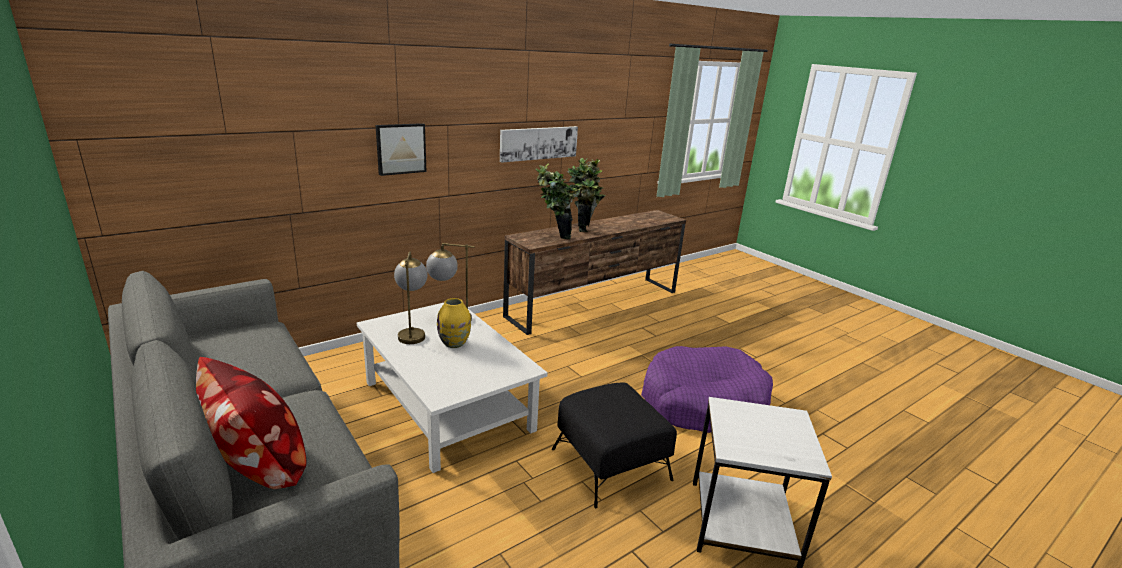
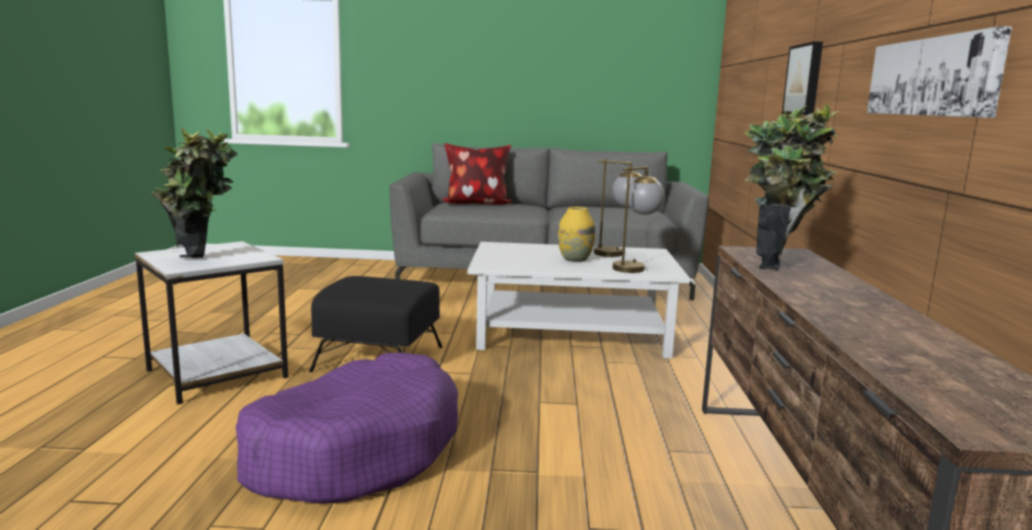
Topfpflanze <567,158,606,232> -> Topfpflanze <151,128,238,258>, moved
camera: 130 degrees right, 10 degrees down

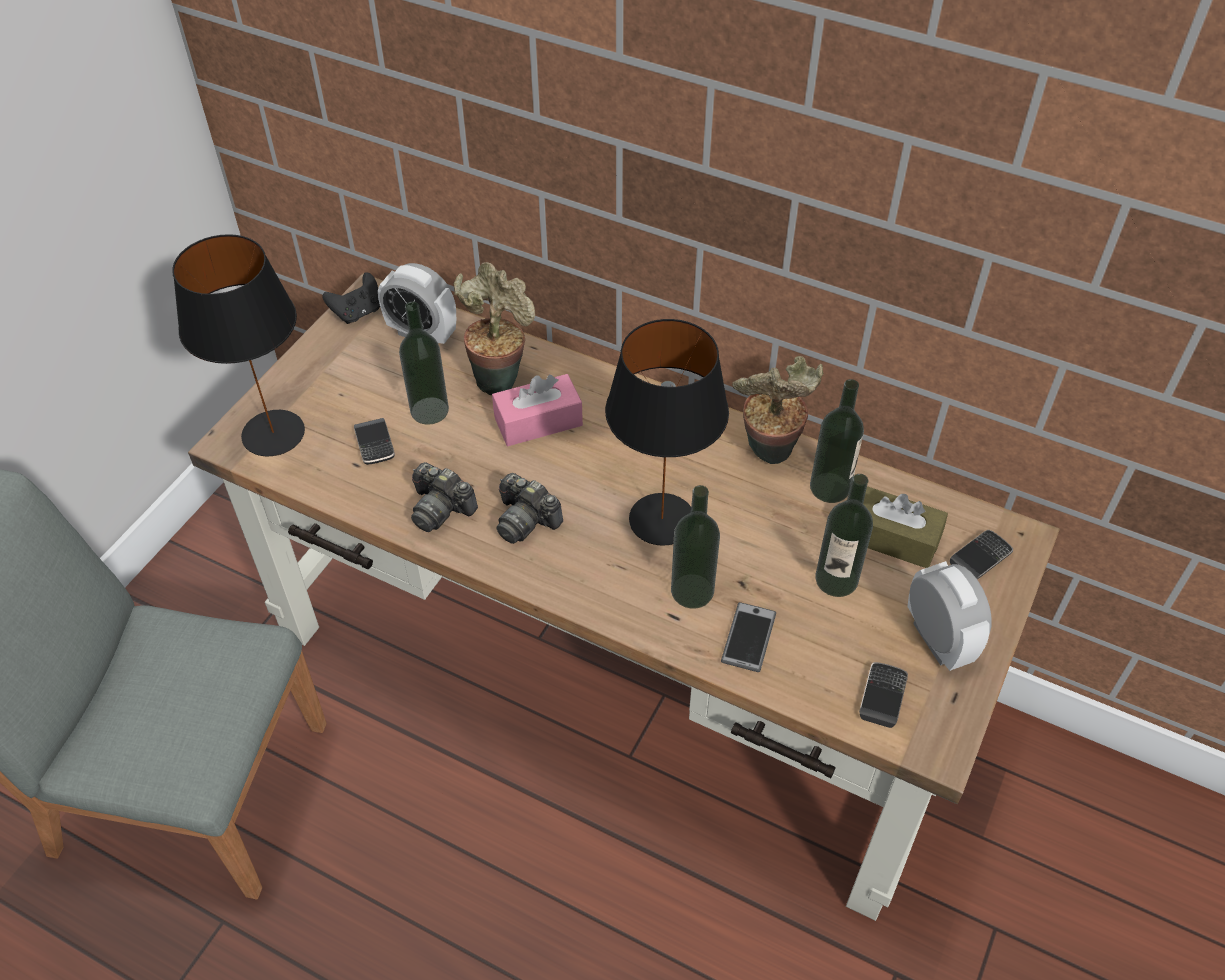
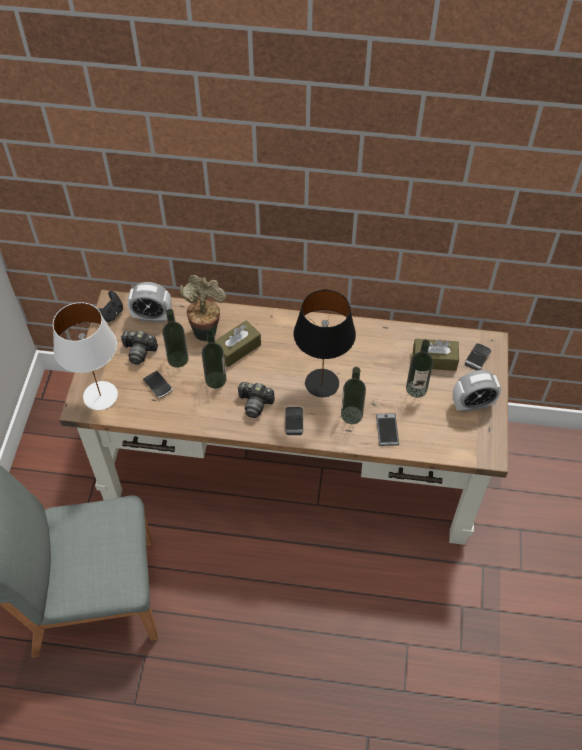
Topfpflanze <732,356,824,464> -> none
Kamera <411,462,478,532> -> Kamera <121,331,158,365>, moved
Flasche <810,379,864,503> -> Flasche <202,330,226,389>, moved
Handy <859,662,908,728> -> Handy <285,406,303,435>, moved
Tischlampe [schwarz] <172,234,305,456> -> Tischlampe [weiß] <53,302,118,410>
Taschentuchbox [rosa] <492,374,583,446> -> Taschentuchbox [braun] <215,320,261,367>
Wecker <907,561,992,671> -> Wecker <453,370,501,412>, 120 degrees clockwise
camera: 20 degrees left, 5 degrees up

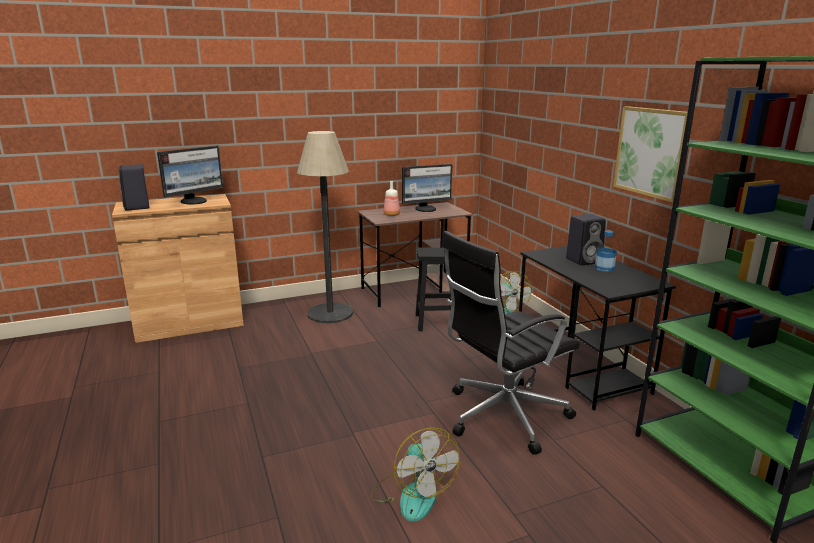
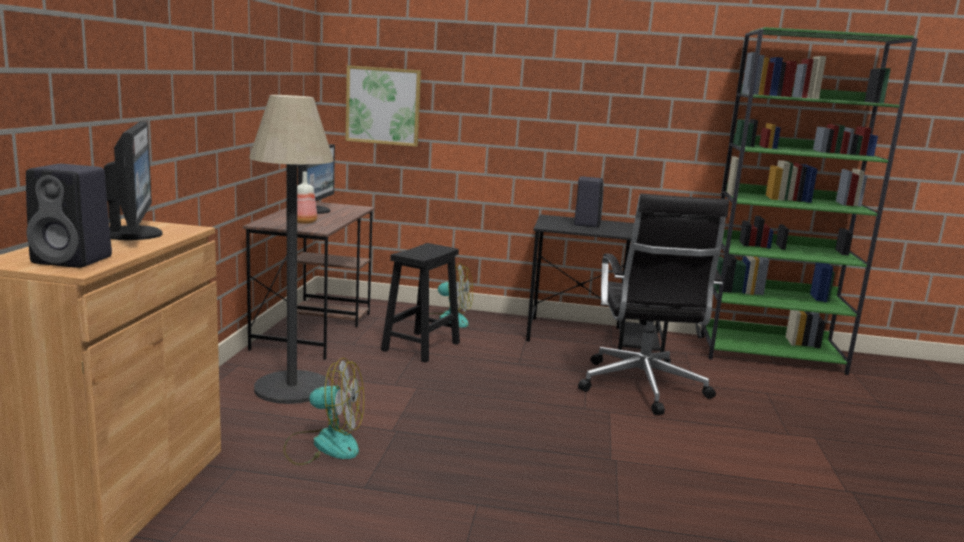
Flasche <595,230,617,272> -> none
Ventilator <371,428,460,522> -> Ventilator <283,358,364,465>, moved
Bild <613,106,688,203> -> Bild <345,65,421,147>, moved
camera: 60 degrees left, 5 degrees down

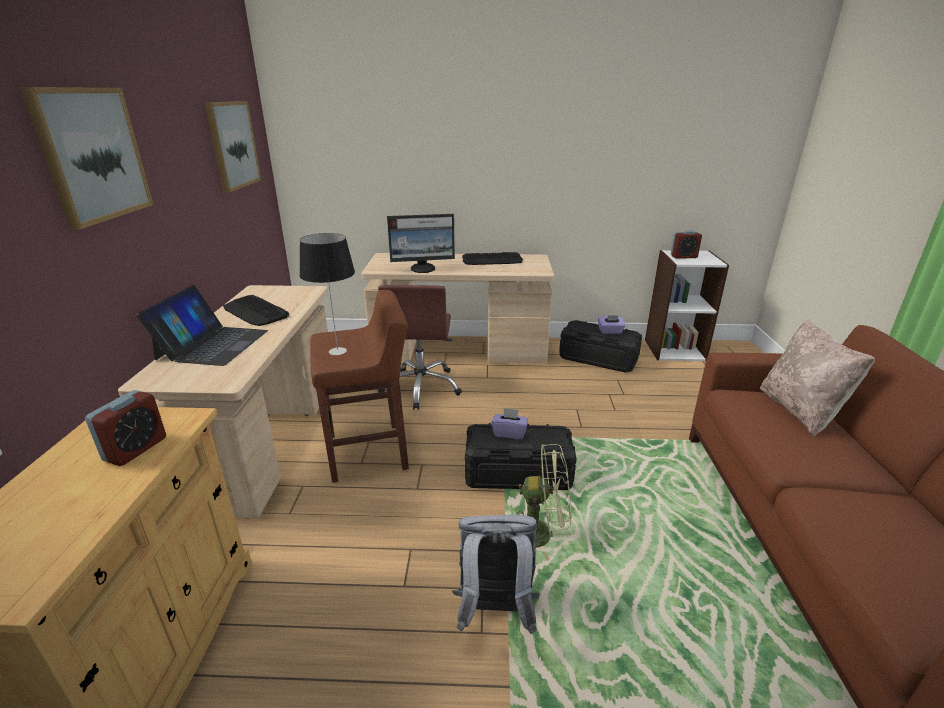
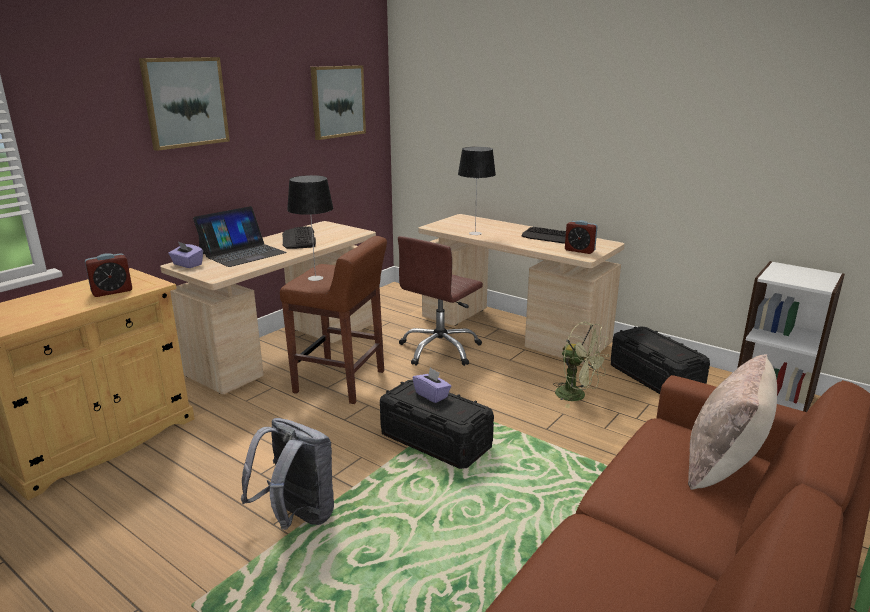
Ventilator [grün] <516,444,572,561> -> Ventilator [grün] <553,322,609,408>, moved
Taschentuchbox [lila] <598,315,625,334> -> Taschentuchbox [lila] <168,241,203,268>, moved
Wecker <671,230,702,259> -> Wecker <565,220,598,254>, moved
Monitor <387,214,455,273> -> Tischlampe <458,147,496,235>
camera: 35 degrees right, 5 degrees down

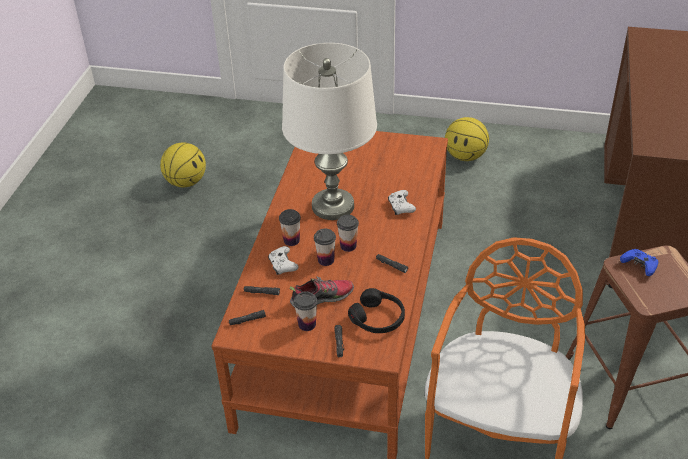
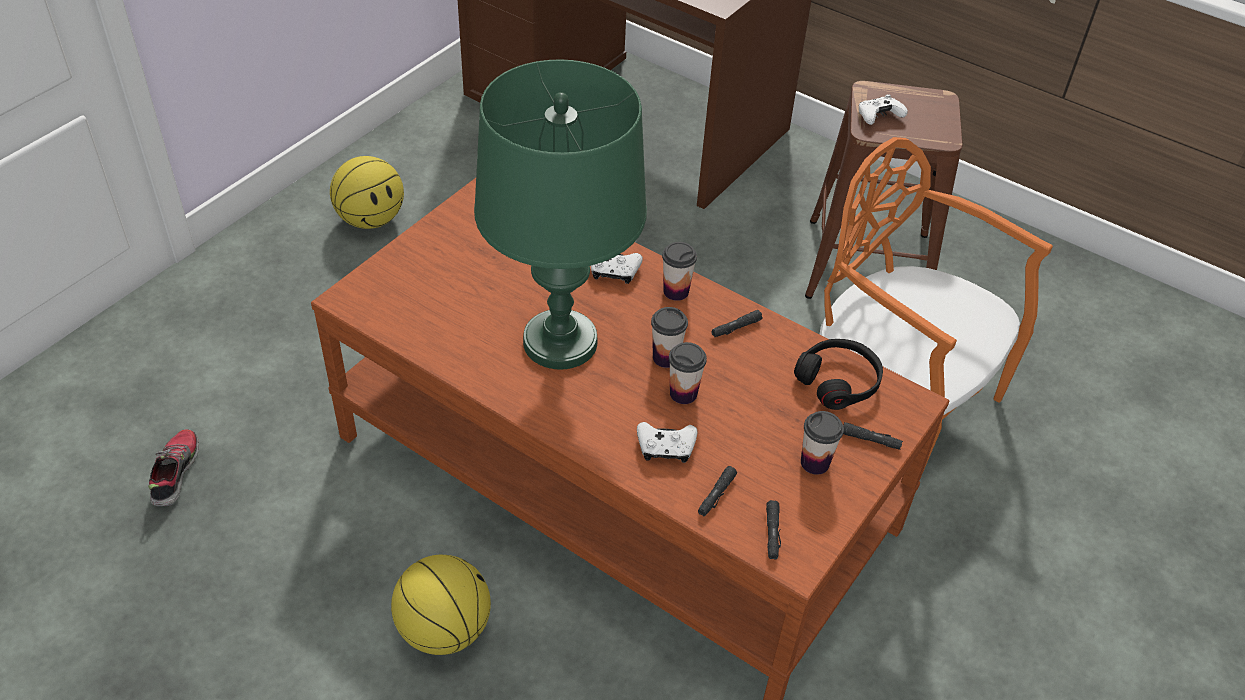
Basketball <160,142,206,187> -> Basketball <391,555,491,655>, moved
Tasse <279,209,301,246> -> Tasse <662,242,697,301>, moved
Schuh <290,276,354,308> -> Schuh <148,429,199,506>, moved
Tischlampe [weiß] <282,43,377,220> -> Tischlampe [grün] <474,59,647,370>
Gamepad [blau] <620,249,659,276> -> Gamepad [weiß] <859,94,908,125>
camera: 70 degrees left, 5 degrees up

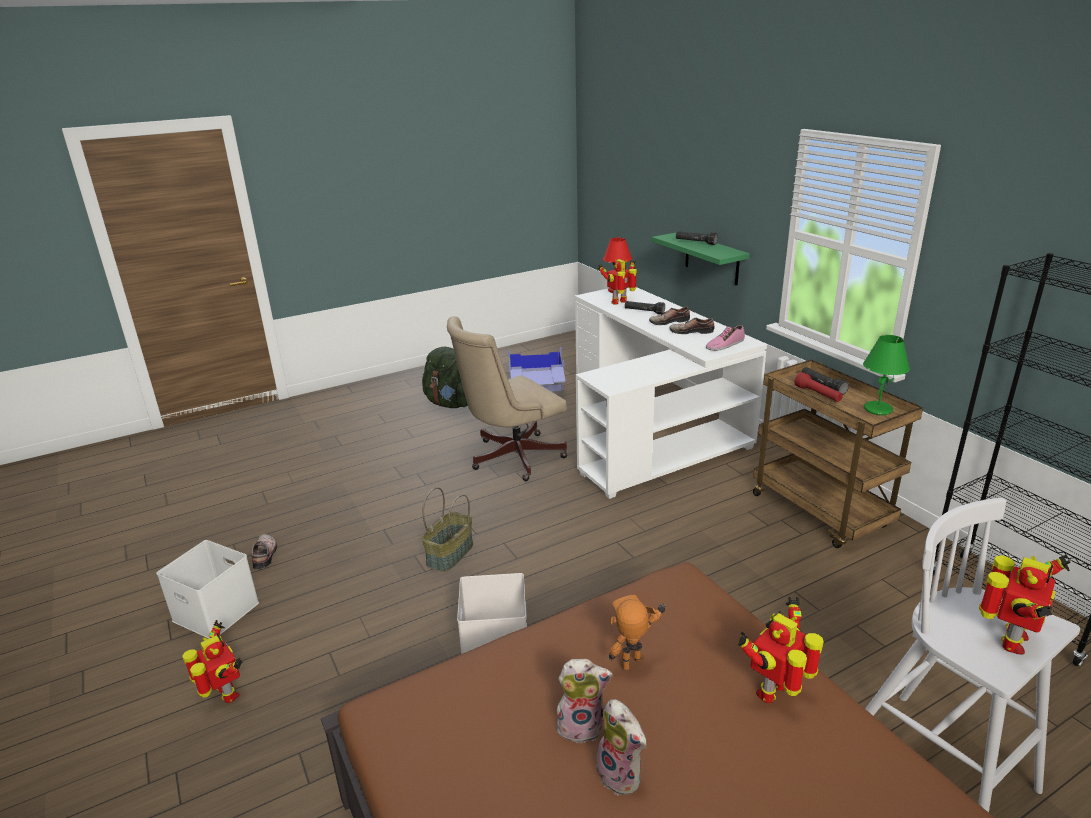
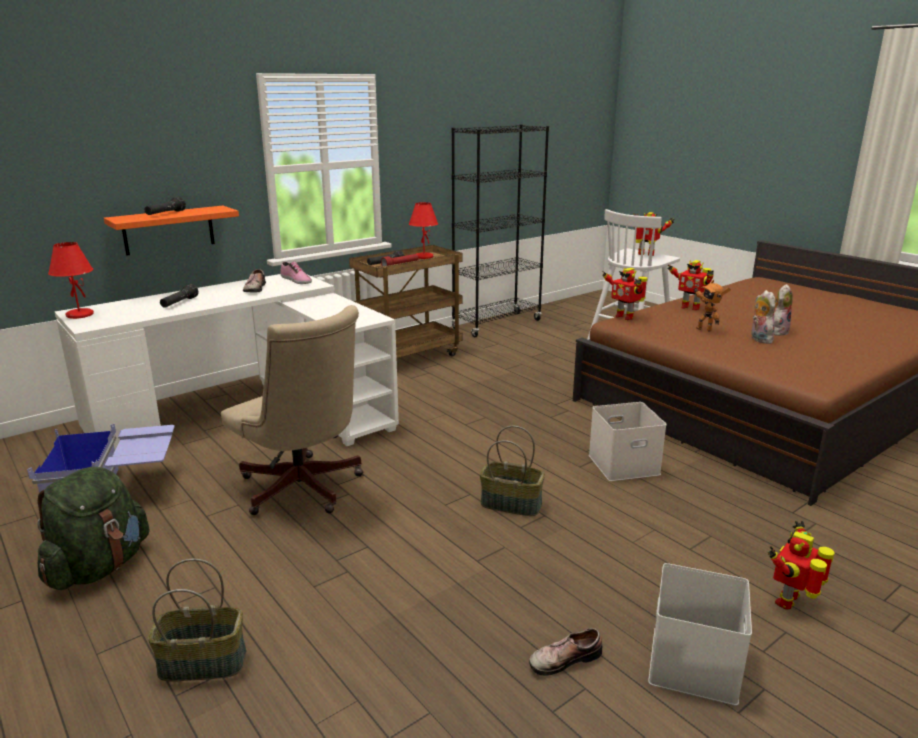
Schuh <649,307,690,325> -> none
none -> Korb <148,559,246,681>
Spielzeugroboter <598,259,637,305> -> Spielzeugroboter <602,268,647,320>, moved
Wandregal [grün] <652,233,750,285> -> Wandregal [orange] <104,206,239,256>
Tischlampe [grün] <863,335,910,415> -> Tischlampe [rot] <409,202,438,259>
camera: 100 degrees left, 5 degrees down

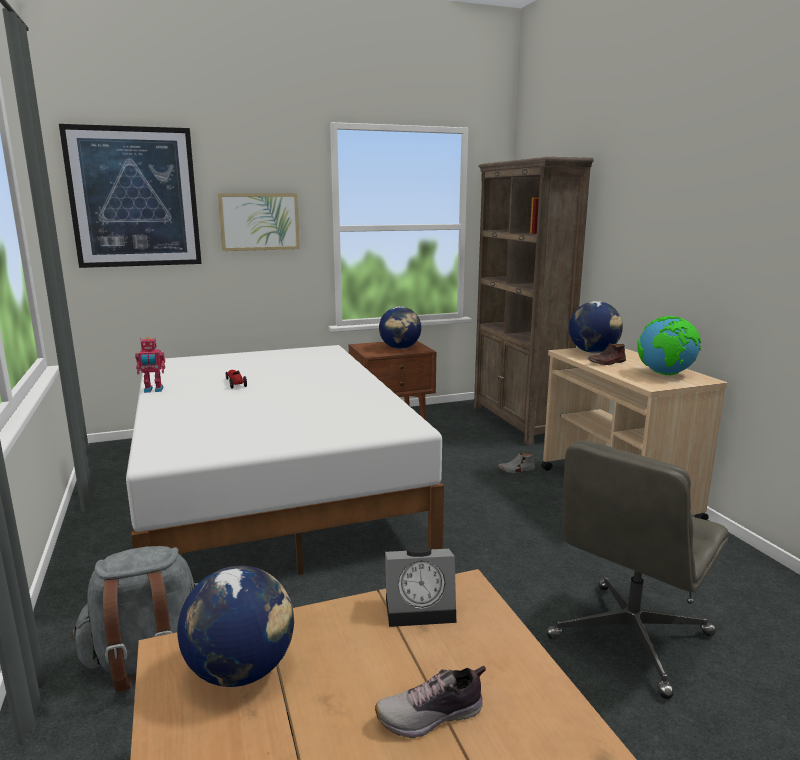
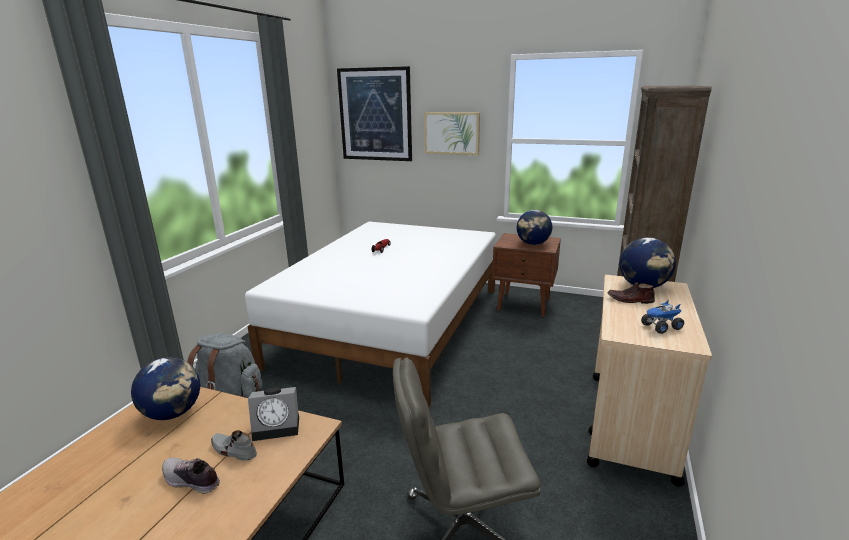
Spielzeugroboter <135,337,165,393> -> none
Schuh [grau] <498,453,535,473> -> Schuh [grau] <211,430,257,461>, moved
Globus <637,316,701,375> -> Spielzeuglaster <641,300,684,334>
Wecker <385,547,456,627> -> Wecker <248,387,299,441>, 45 degrees counterclockwise
camera: 40 degrees right, 5 degrees up

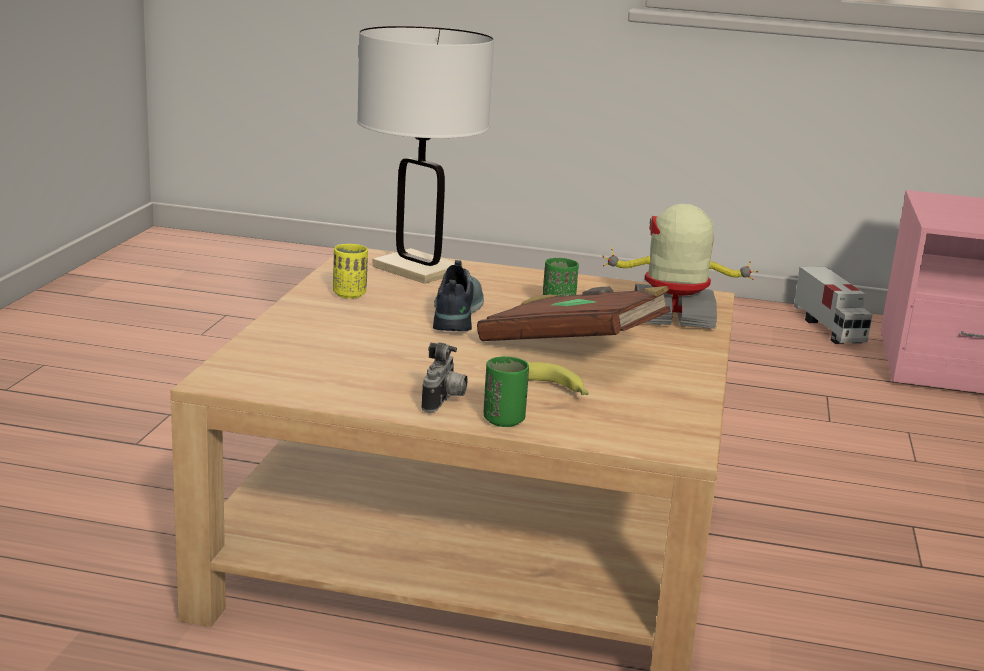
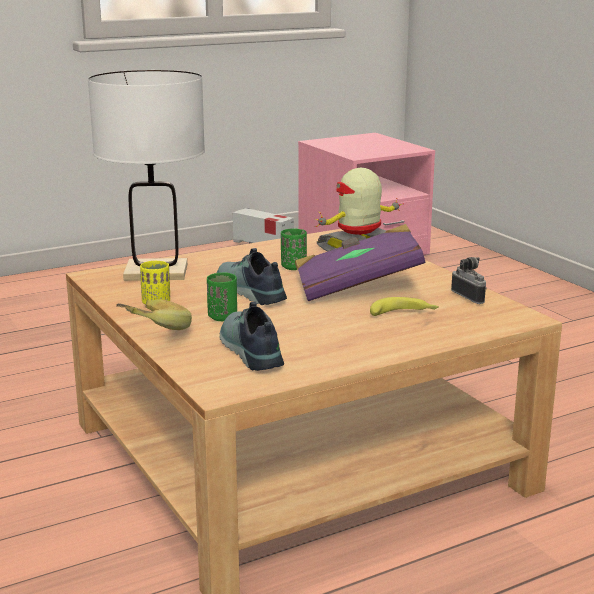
none -> Banane <116,299,192,330>
none -> Schuh <220,302,284,371>
Kamera <422,342,468,412> -> Kamera <451,257,487,304>, moved
Tasse [grün] <484,356,529,427> -> Tasse [grün] <207,272,237,321>, moved
Buch [braun] <477,286,671,341> -> Buch [lila] <295,224,425,301>
camera: 40 degrees left, 0 degrees up

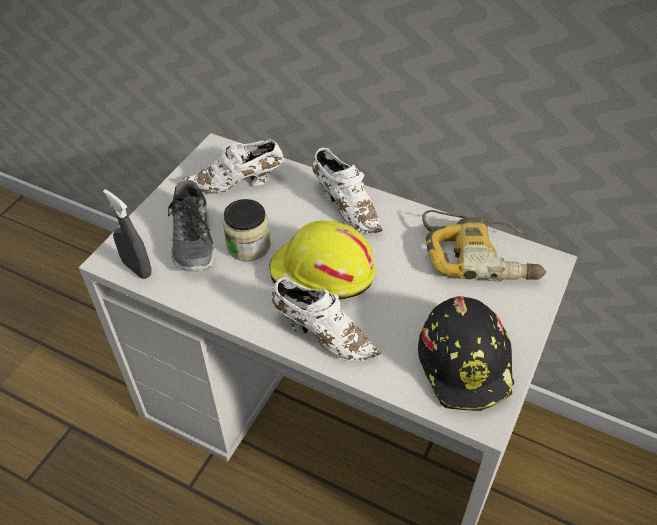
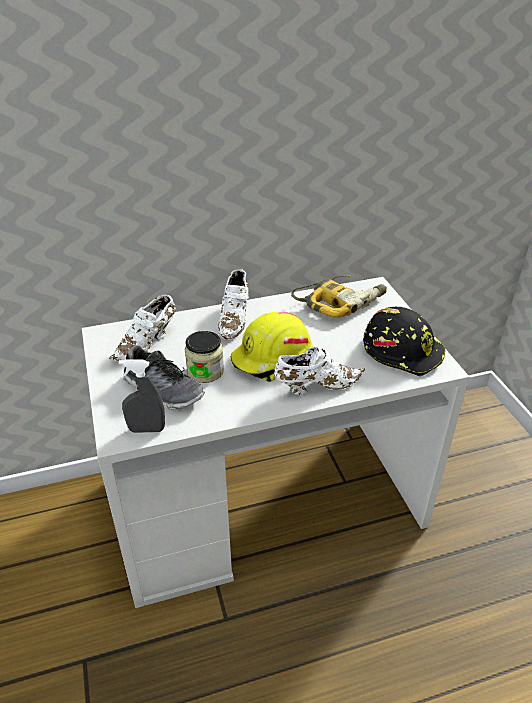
Schuh [weiß] <312,148,383,233> -> Schuh [weiß] <218,269,249,339>, 90 degrees clockwise
camera: 45 degrees left, 10 degrees down

